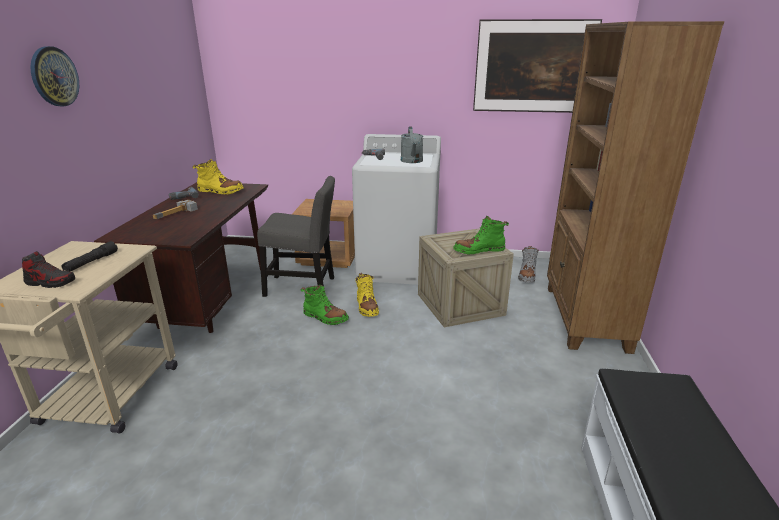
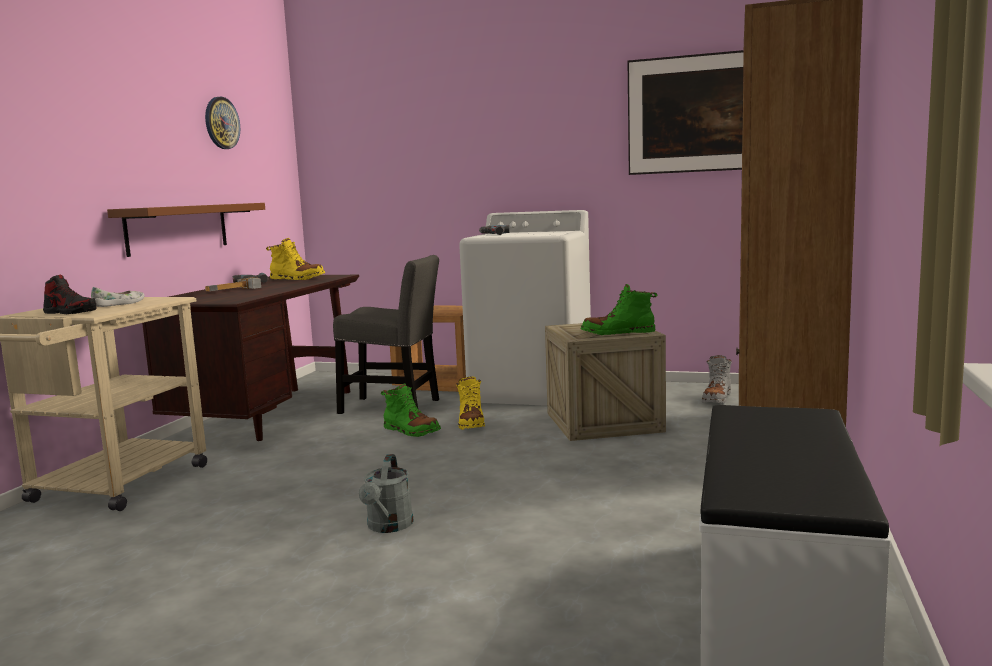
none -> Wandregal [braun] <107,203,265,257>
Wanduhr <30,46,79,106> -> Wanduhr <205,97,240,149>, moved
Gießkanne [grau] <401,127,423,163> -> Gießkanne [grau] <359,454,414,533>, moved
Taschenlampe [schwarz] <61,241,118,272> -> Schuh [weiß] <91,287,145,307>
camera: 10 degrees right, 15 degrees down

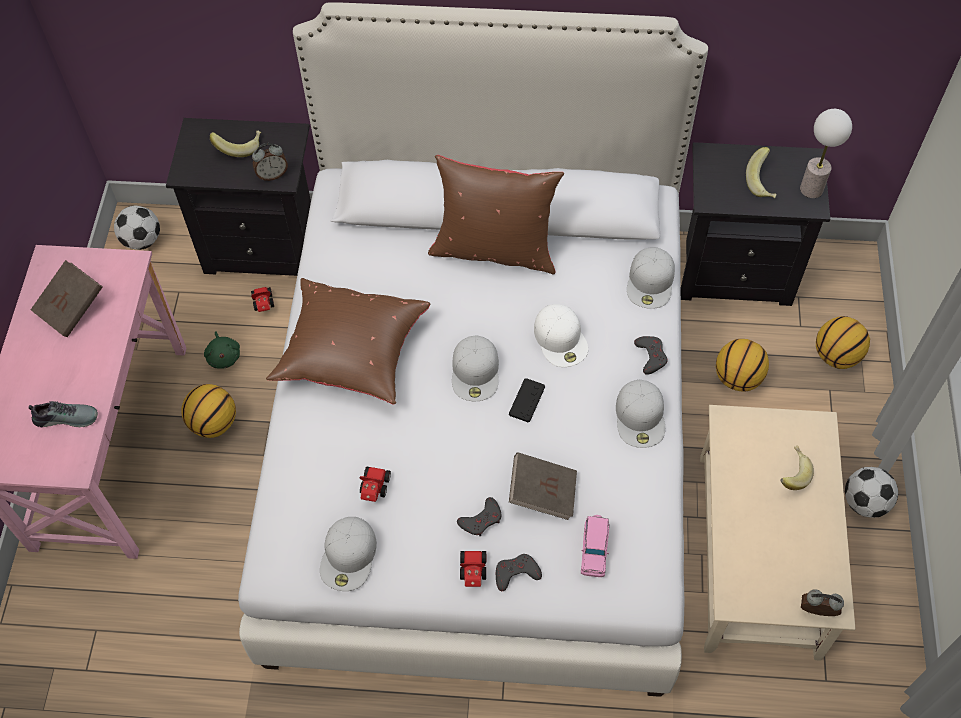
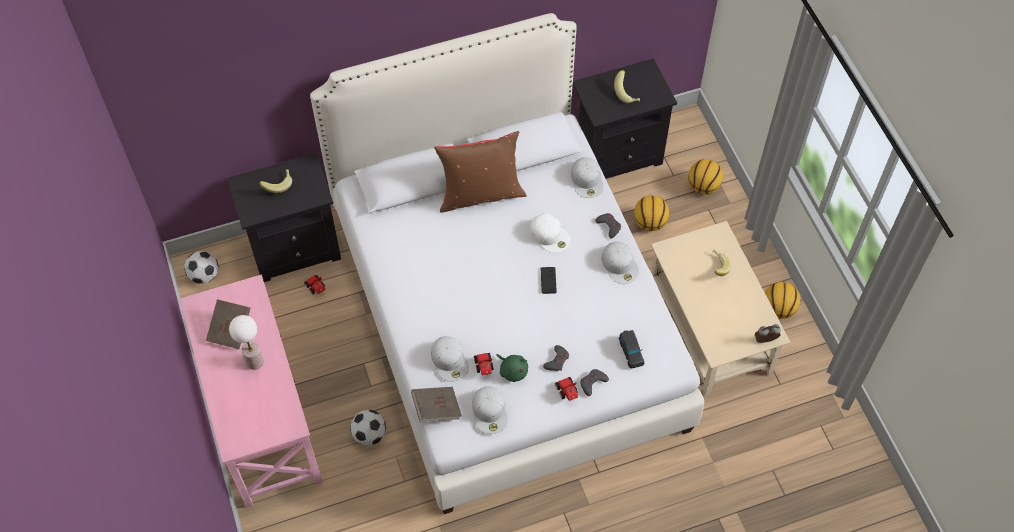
Schuh <29,401,98,427> -> none
Wecker <252,143,288,181> -> none
Kissen [braun] <266,278,430,404> -> none
Basketball <181,384,236,438> -> Basketball <765,282,800,319>, moved
Plüschtier [grün] <204,331,240,369> -> Plüschtier [grün] <497,354,528,382>, moved
Kappe [weiß] <452,335,499,401> -> Kappe [weiß] <431,336,469,382>, moved
Buch [braun] <509,452,577,520> -> Buch [braun] <411,387,462,422>, moved
Tischlampe <800,109,852,198> -> Tischlampe <229,315,264,370>, moved
Fußball <845,467,898,518> -> Fußball <350,410,386,446>, moved
Spielzeugauto [rosa] <581,515,609,577> -> Spielzeugauto [schwarz] <619,330,644,368>
camera: 25 degrees left, 0 degrees up

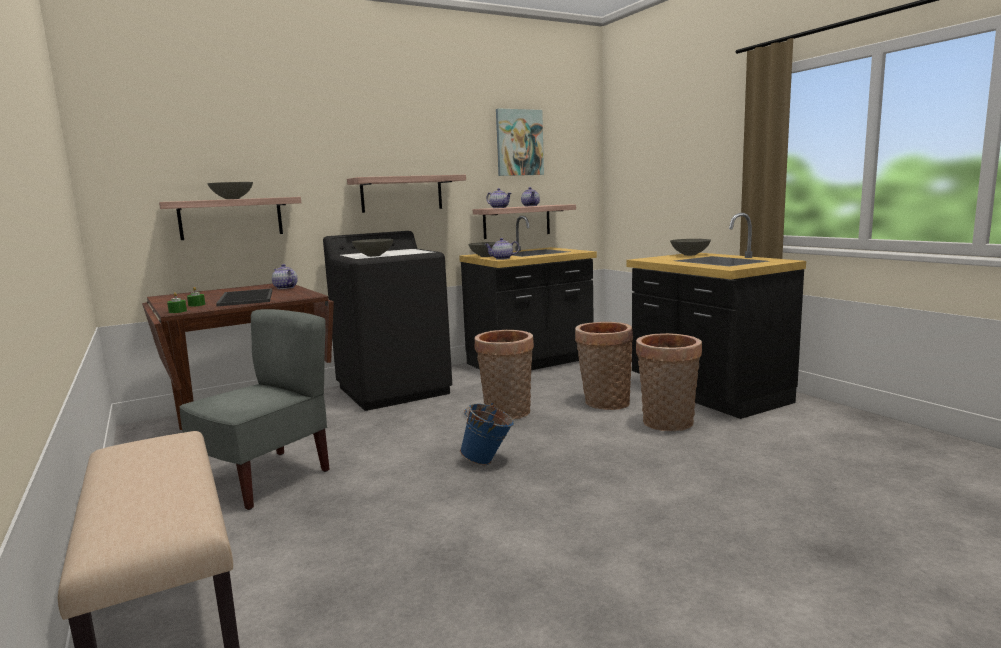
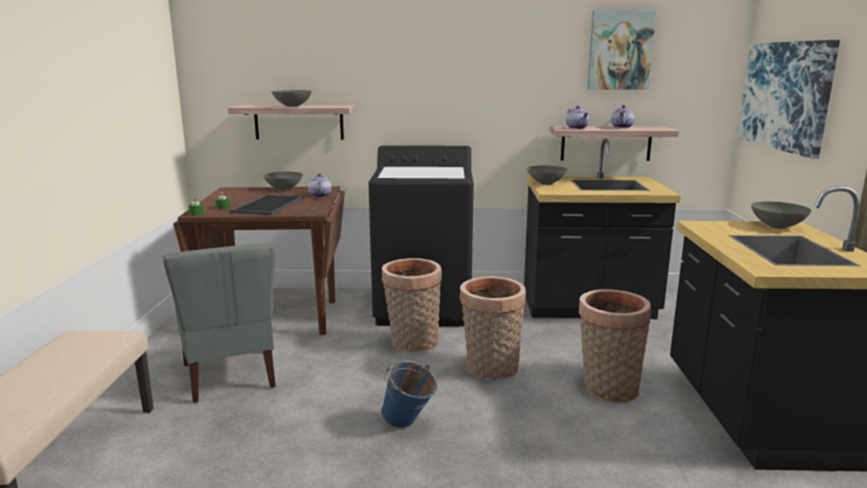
Wandregal <347,175,466,213> -> none
Teekanne <484,238,520,260> -> none
none -> Bild <737,40,840,159>
Schüssel [grau] <352,239,394,257> -> Schüssel [grau] <263,172,303,190>, moved
Korb <636,333,702,431> -> Korb <381,258,442,352>, moved
Stuhl [grau] <179,309,330,510> -> Stuhl [grau] <162,243,276,403>, 90 degrees clockwise
camera: 30 degrees right, 5 degrees up

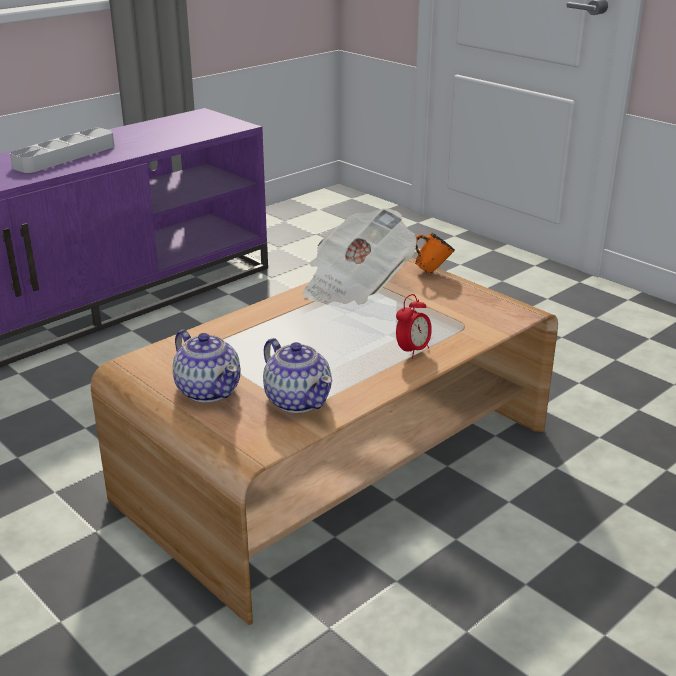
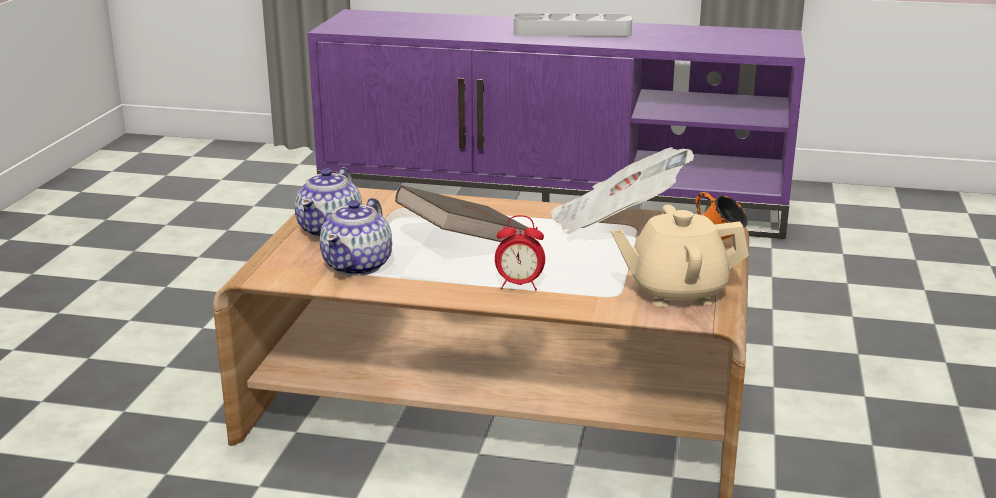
none -> Buch [braun] <395,185,529,242>
none -> Teekanne [beige] <611,204,749,307>
camera: 55 degrees right, 5 degrees down

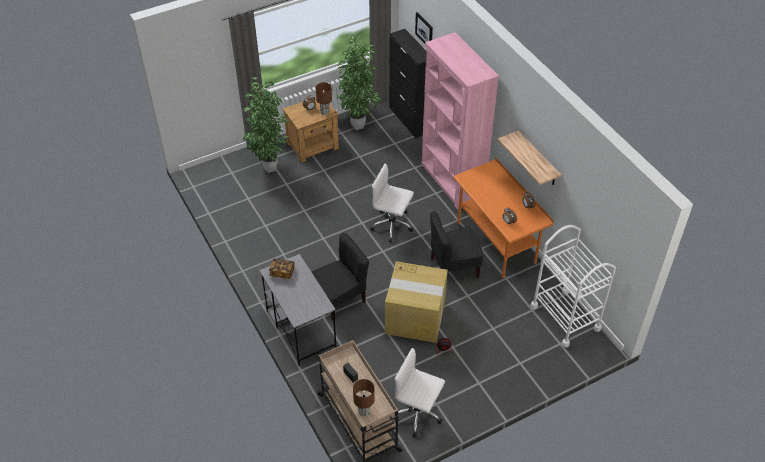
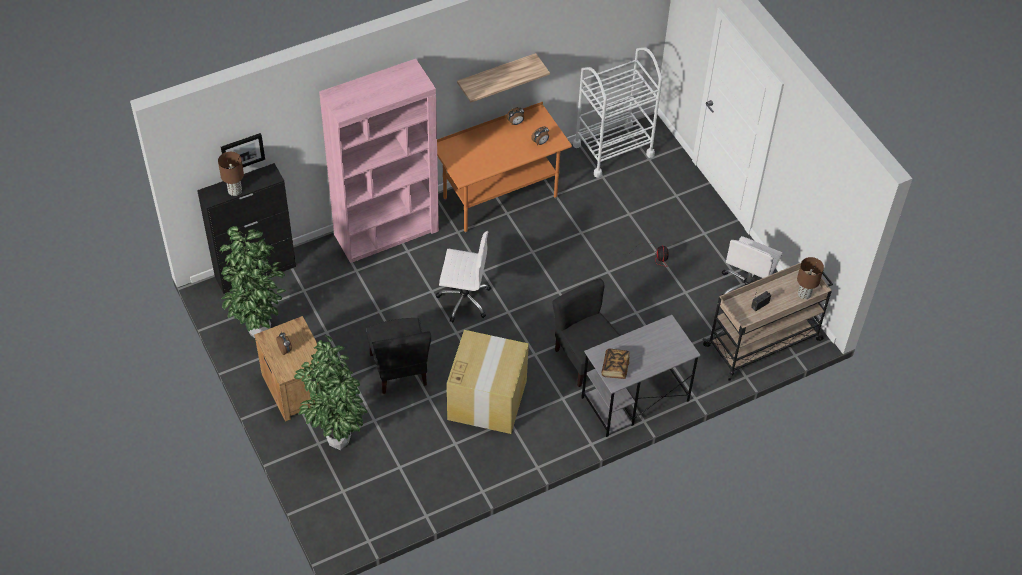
Tischlampe [braun] <316,82,332,115> -> Tischlampe [braun] <218,152,244,196>, moved
Karton <385,261,448,343> -> Karton <447,330,529,434>, moved
Stuhl [schwarz] <430,211,483,278> -> Stuhl [schwarz] <367,318,431,394>, moved
Bürostuhl [weiß] <370,164,414,242> -> Bürostuhl [weiß] <436,231,491,323>, 105 degrees counterclockwise
camera: 90 degrees left, 5 degrees up

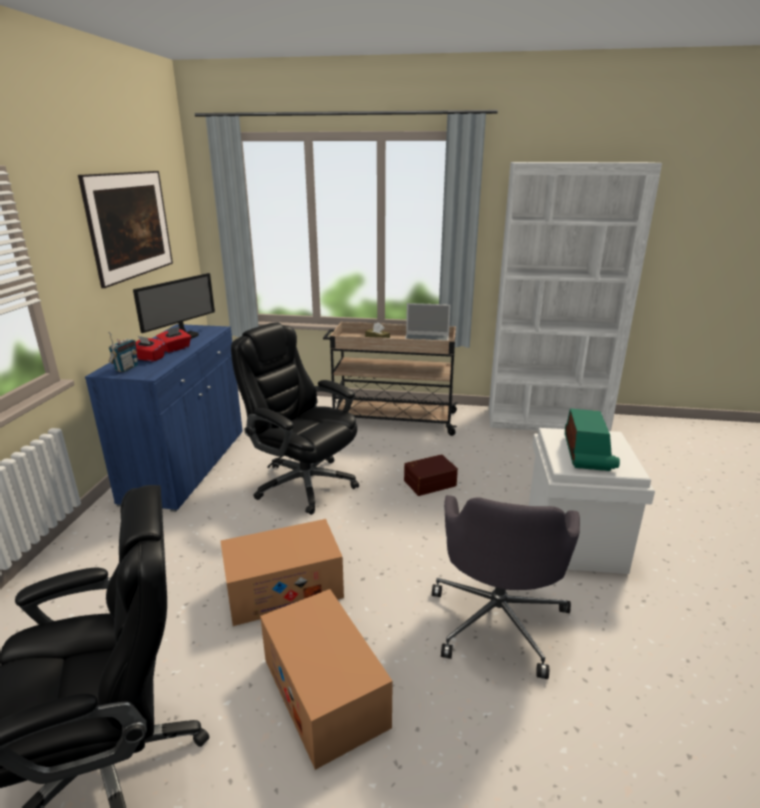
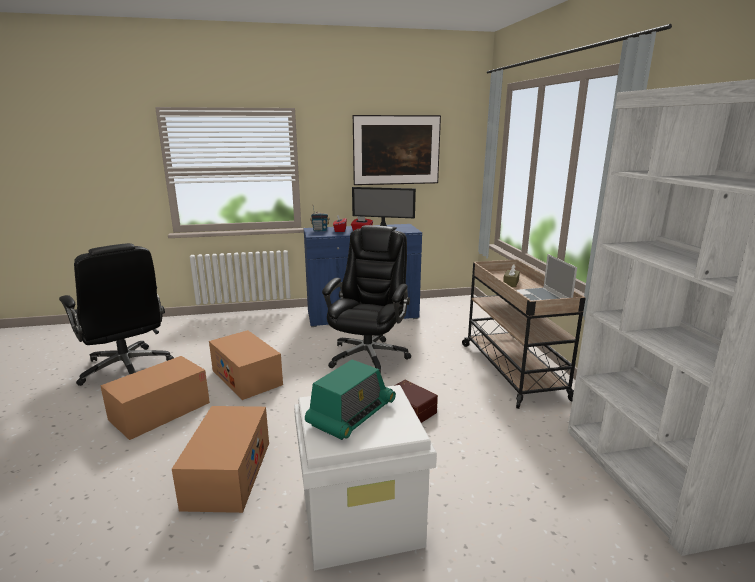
Bürostuhl [grau] <432,495,580,679> -> Karton <172,406,269,513>
Radio <565,408,620,471> -> Radio <305,360,396,440>, 45 degrees counterclockwise
camera: 70 degrees right, 5 degrees down

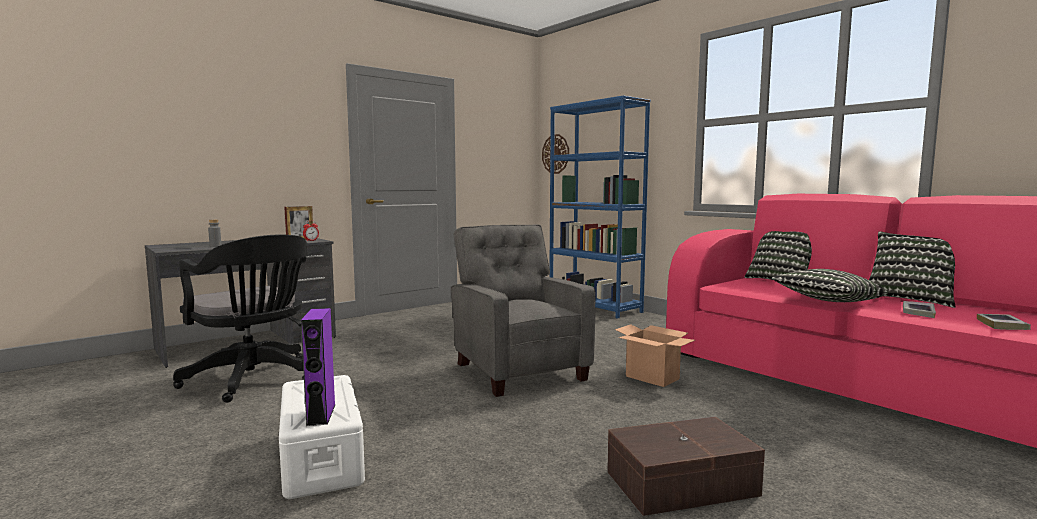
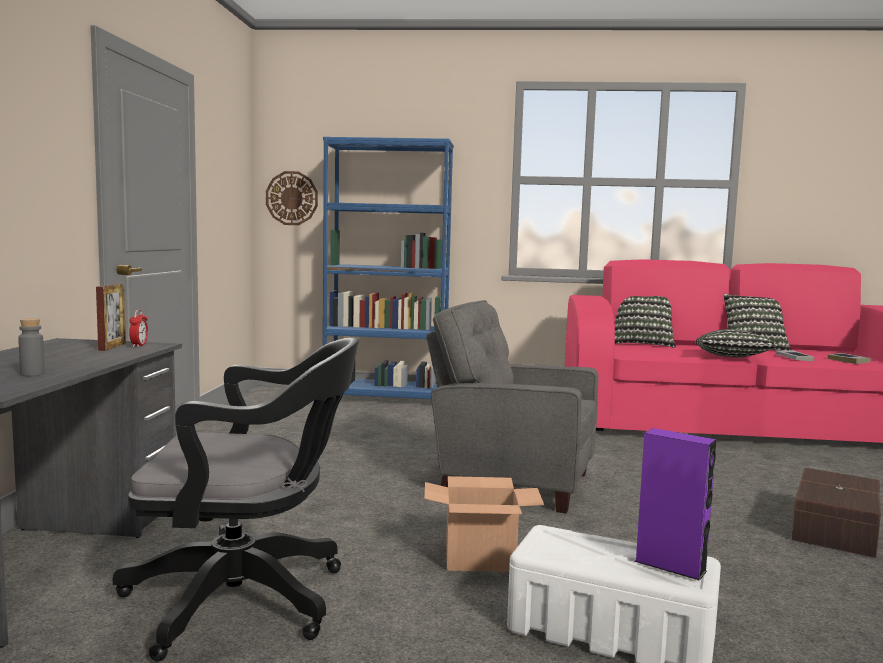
Karton <615,324,695,387> -> Karton <424,476,544,572>, moved
camera: 45 degrees left, 0 degrees up

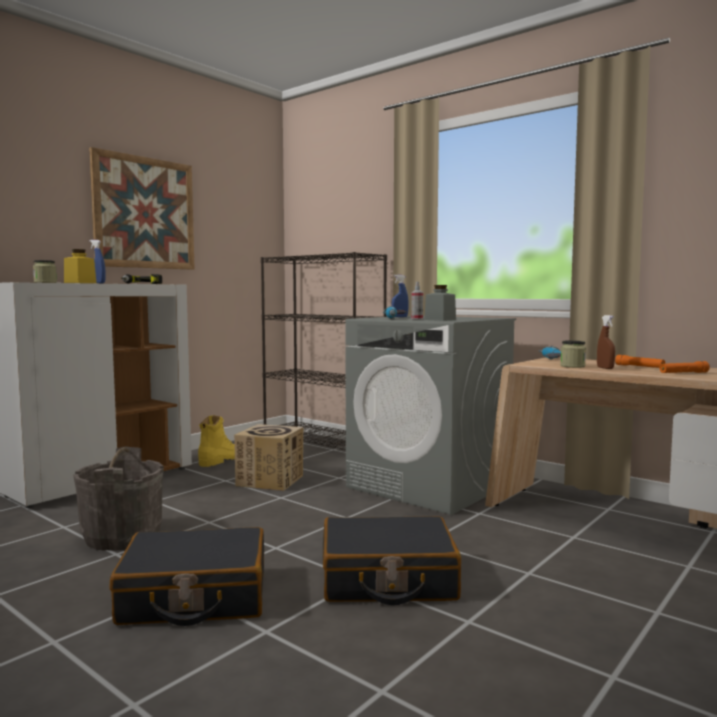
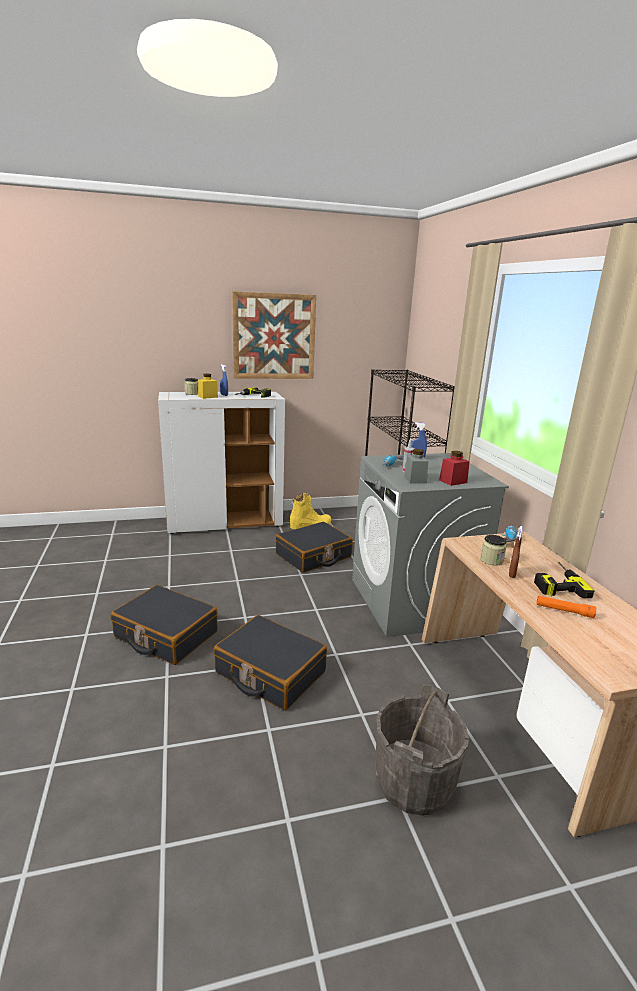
none -> Vorratsglas [rot] <439,451,469,486>
Eimer [grau] <73,446,164,550> -> Eimer [grau] <375,684,469,816>, moved
Karton <234,424,303,491> -> Koffer [schwarz] <275,522,353,572>
Taschenlampe [orange] <615,355,665,368> -> Bohrmaschine <534,562,594,598>
camera: 35 degrees right, 15 degrees up

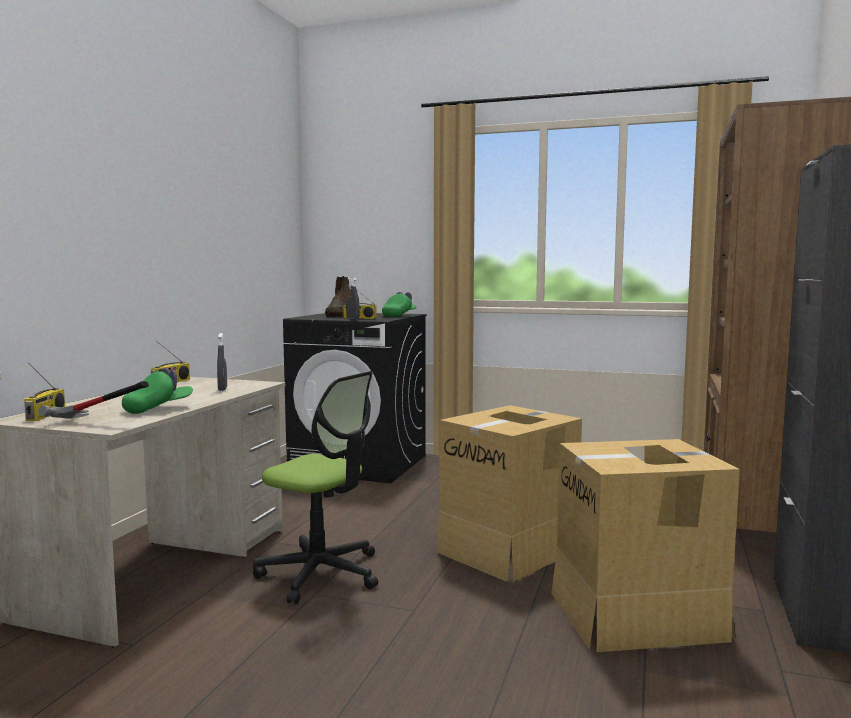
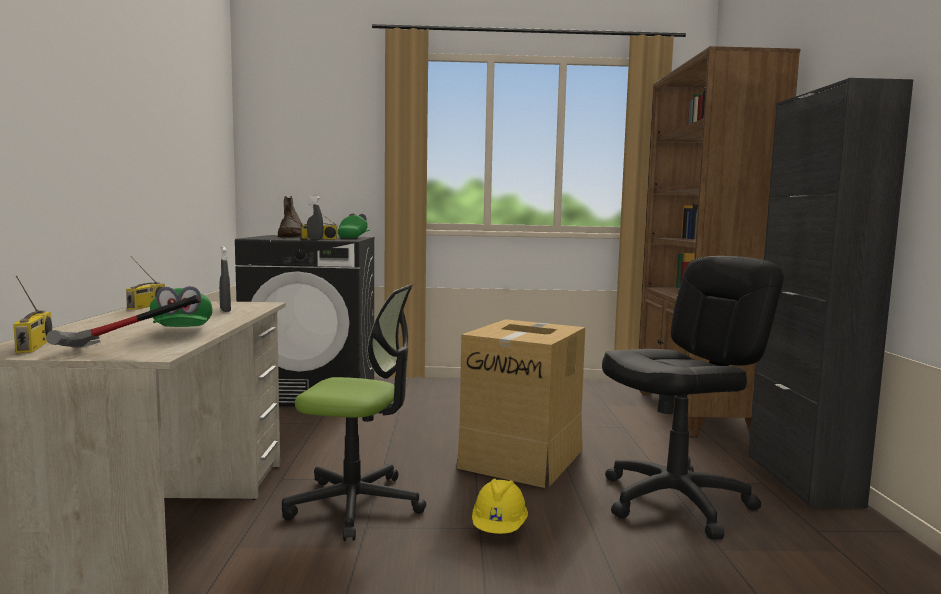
none -> Schutzhelm [gelb] <472,479,528,534>
Karton <551,439,740,652> -> Bürostuhl [schwarz] <602,256,784,540>
Kappe [grün] <122,367,193,414> -> Kappe [grün] <150,286,213,327>, 135 degrees clockwise
camera: 20 degrees left, 0 degrees up

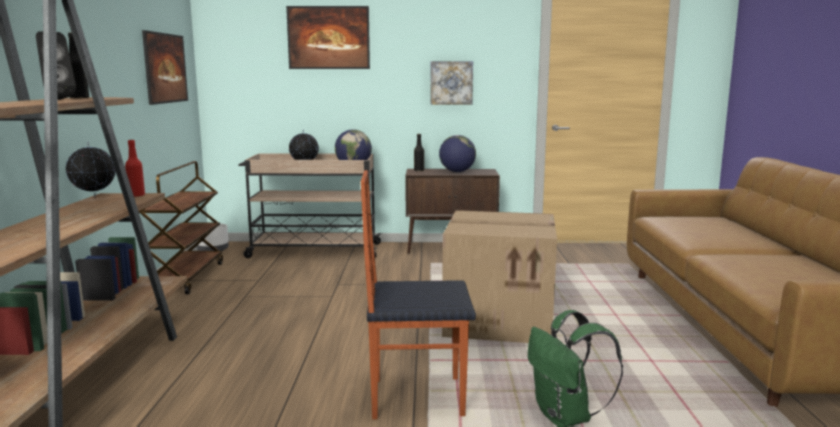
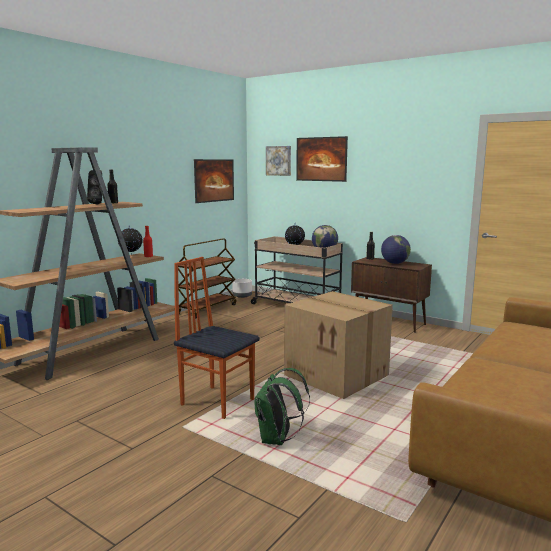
Bild <430,61,473,105> -> Bild <266,146,291,176>, moved
camera: 35 degrees right, 0 degrees up

